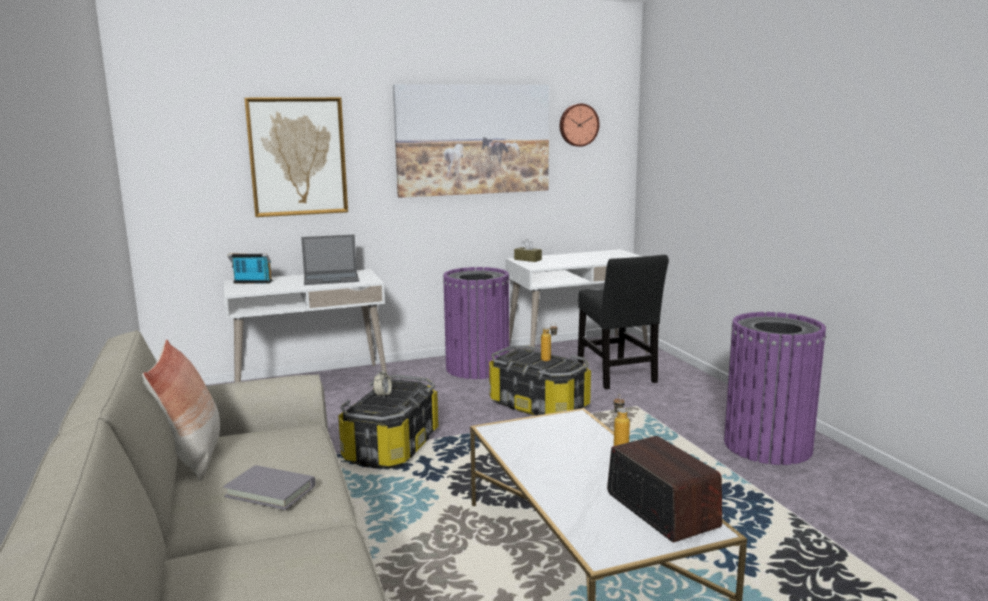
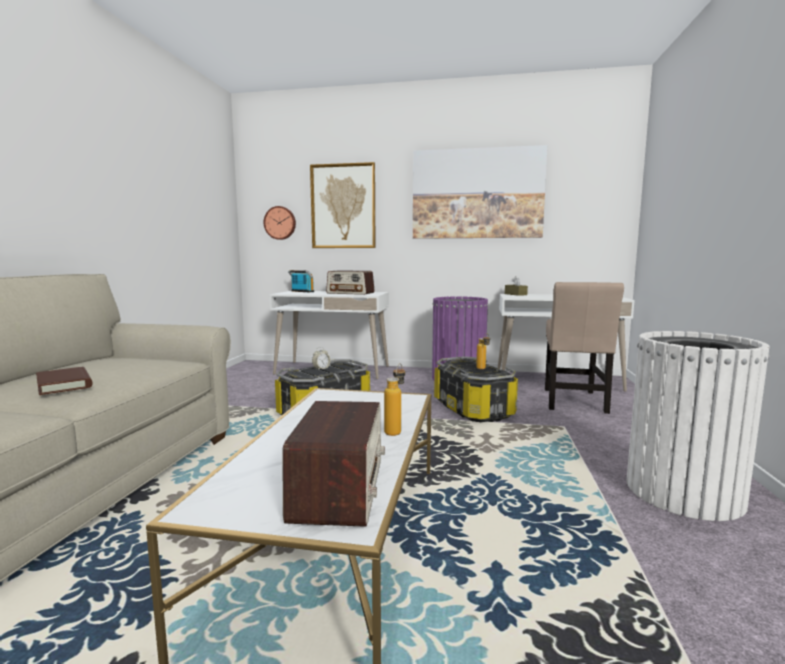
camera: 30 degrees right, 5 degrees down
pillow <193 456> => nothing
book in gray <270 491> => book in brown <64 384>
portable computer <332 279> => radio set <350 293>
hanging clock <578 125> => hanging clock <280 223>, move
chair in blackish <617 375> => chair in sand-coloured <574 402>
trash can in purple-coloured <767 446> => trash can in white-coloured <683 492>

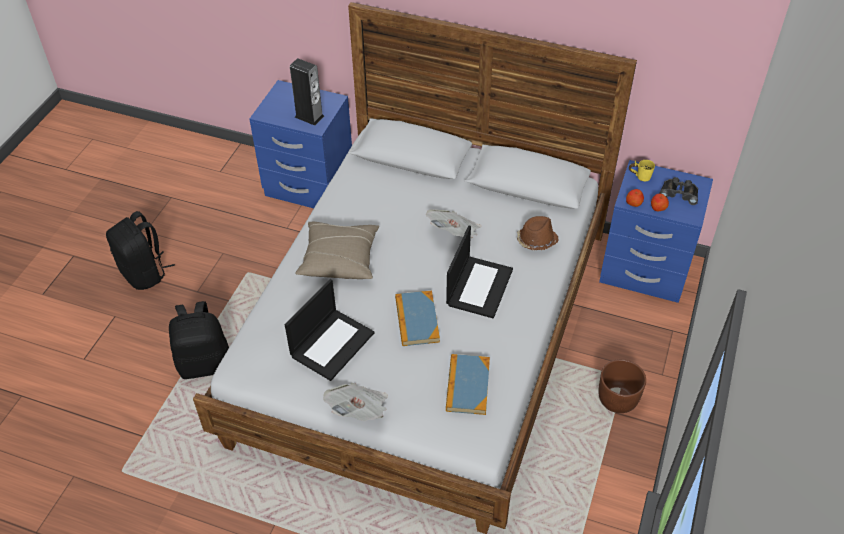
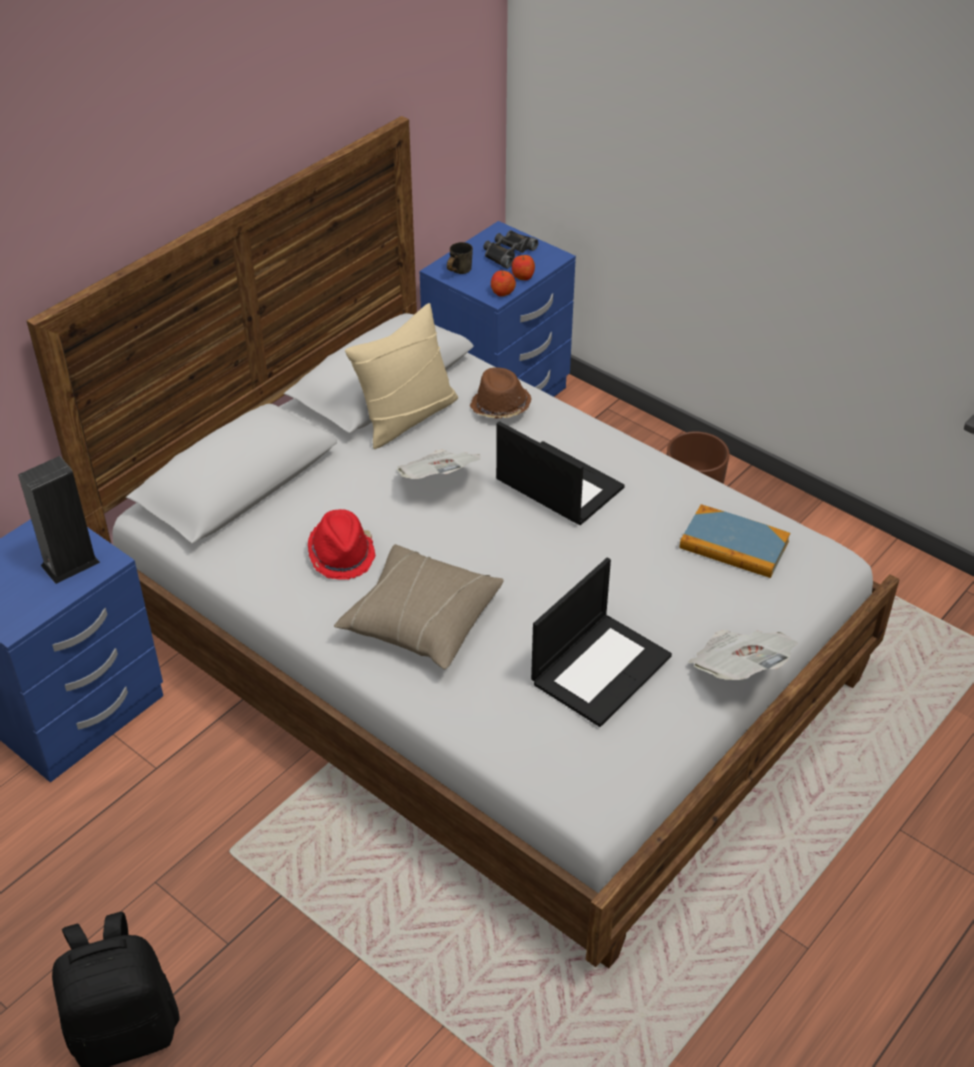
camera: 70 degrees left, 5 degrees down
knapsack in blackish <204 363> => nothing
portable computer <332 343> => portable computer <601 668>, 75 degrees clockwise
book <417 320> => nothing
mug in yellow <640 176> => mug in gray <456 272>
nothing => hat in red <342 554>
nothing => pillow in sand-coloured <406 417>

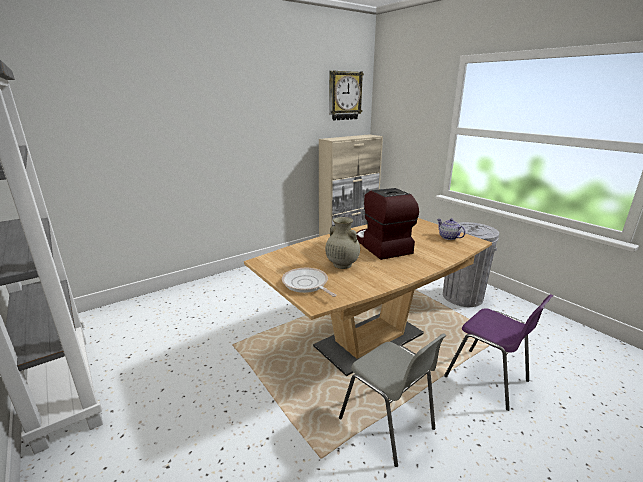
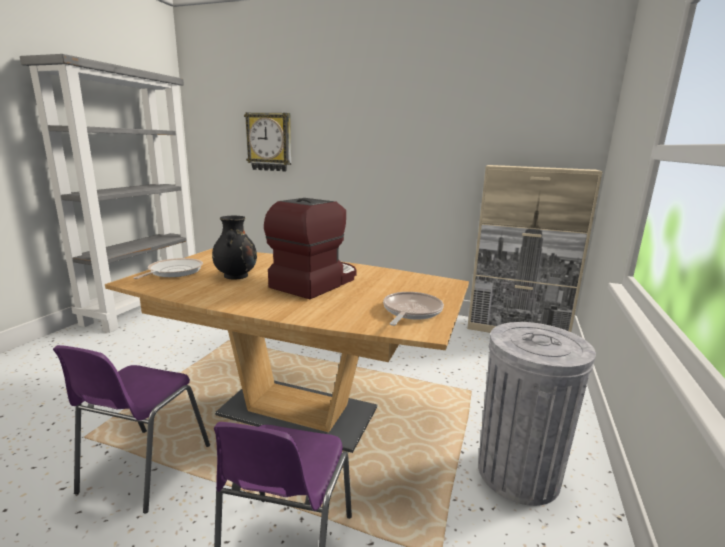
camera: 55 degrees right, 5 degrees down
flower vase in sand-coloured <341 264> => flower vase in blackish <236 275>
hanging clock <344 96> => hanging clock <269 142>, move
chair in gray <388 425> => chair in purple-coloured <143 470>
tea pot <449 237> => skillet <410 312>

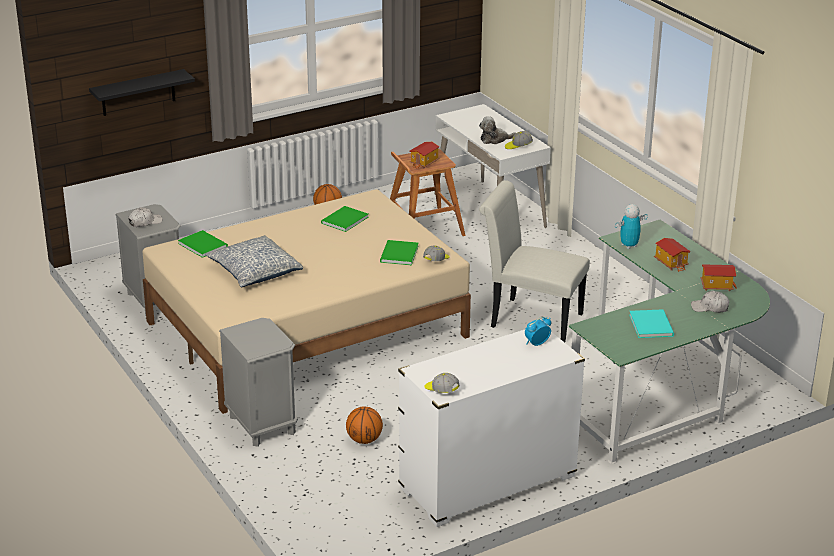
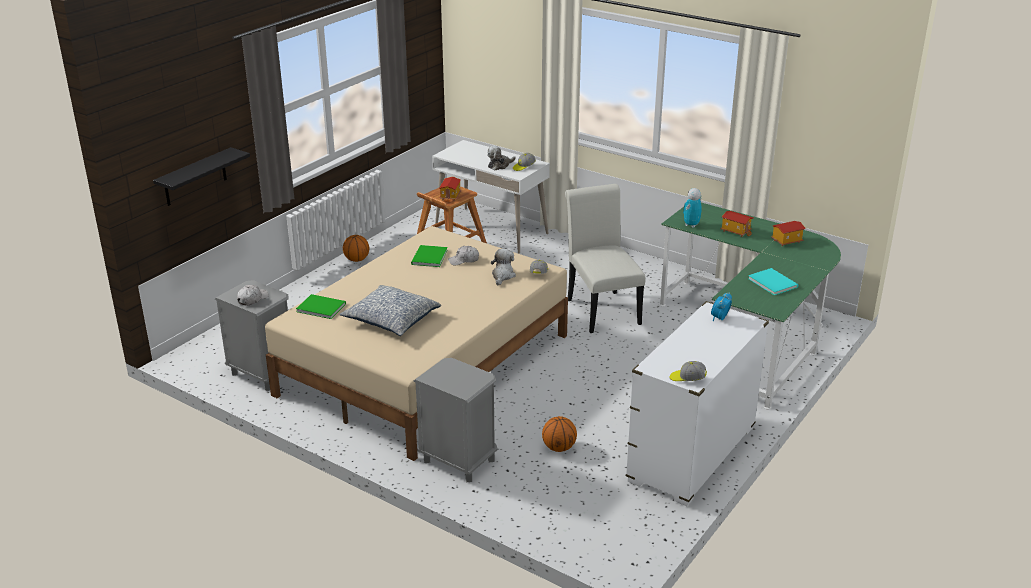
camera: 25 degrees left, 0 degrees up
book in greenish <398 254> => cuddly toy <502 276>
chair in white-coloured <530 319> => chair in white-coloured <601 309>, 75 degrees clockwise
peaked cap in white-coloured <710 308> => peaked cap in white-coloured <464 260>, move

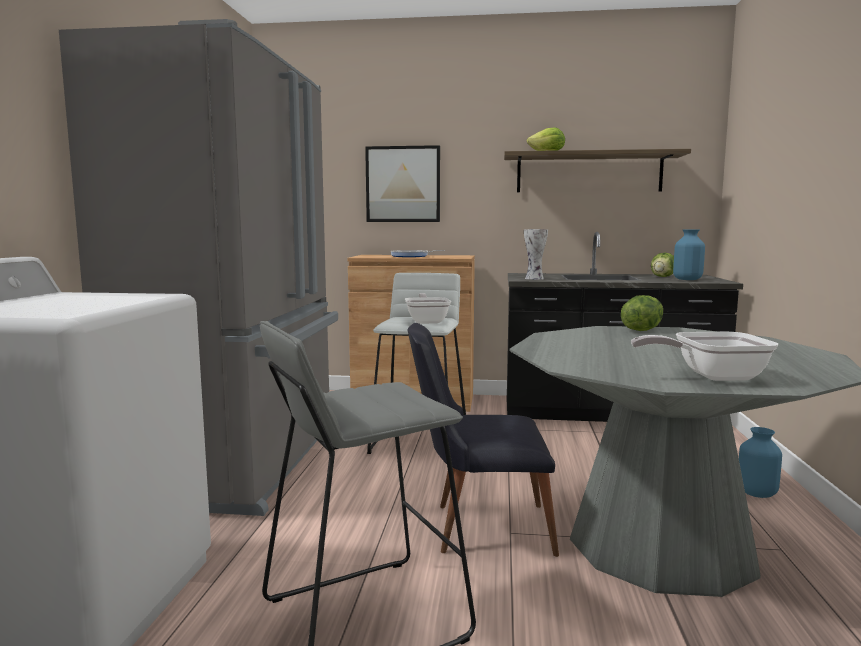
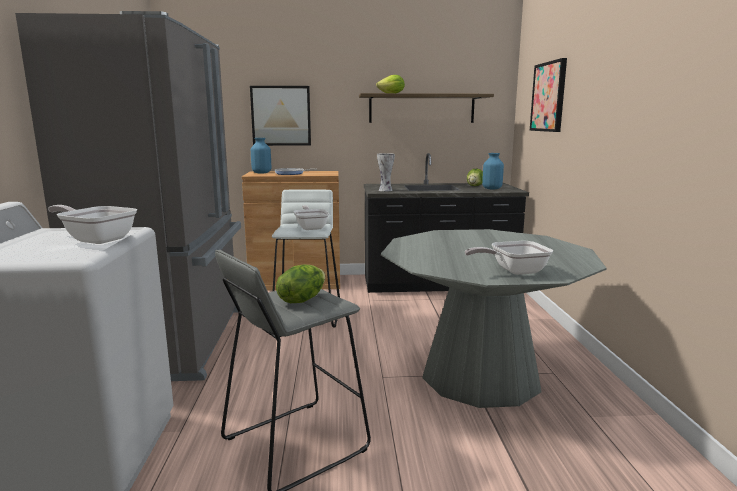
camera: 10 degrees left, 5 degrees up
chair in blackish <479 527> => nothing
lettuce <641 330> => lettuce <302 299>, move
flower vase in blue <757 493> => flower vase in blue <262 173>, move
nothing => skillet <97 239>
nothing => wall picture <549 97>

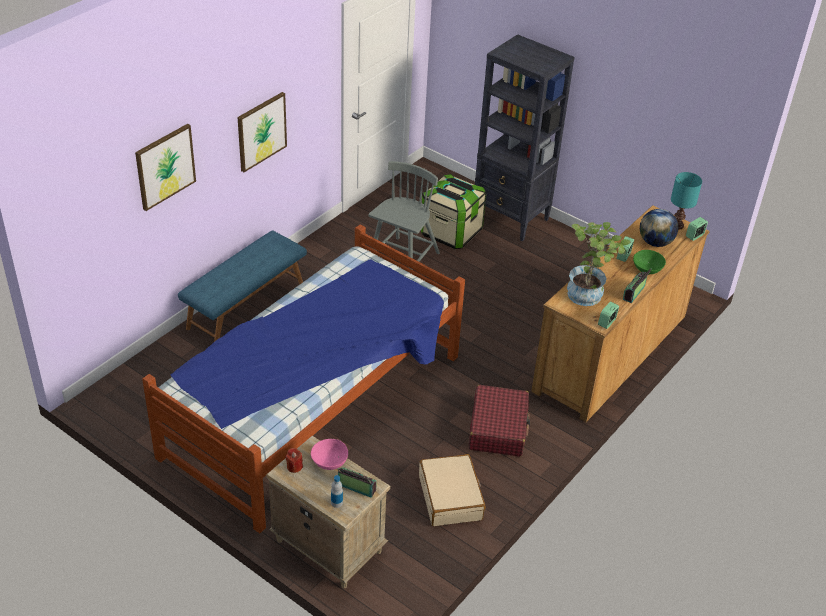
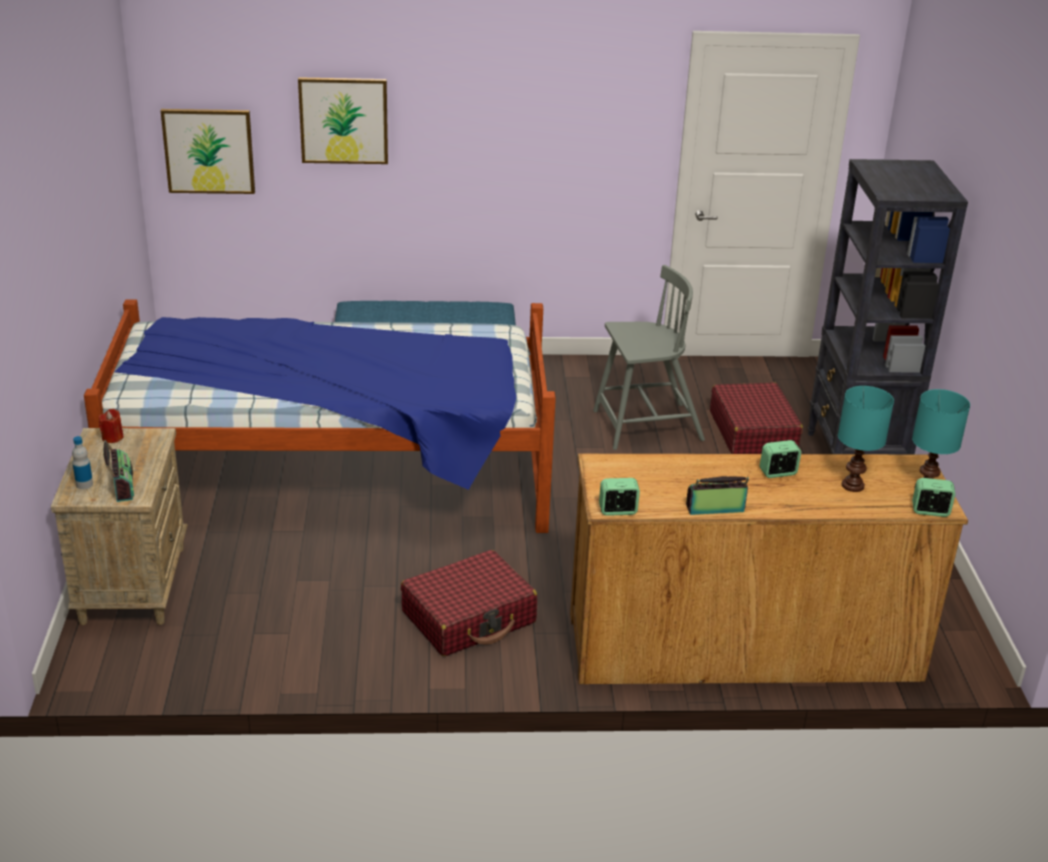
camera: 50 degrees right, 10 degrees down
wall picture <261 131> => wall picture <209 151>, move
deep dish in pink <329 462> => nothing
piece of luggage in sand-coloured <450 497> => nothing
storage bin <451 232> => piece of luggage in red <753 432>
potted plant <589 293> => nothing
deep dish in greenish <647 269> => nothing
desk globe <655 242> => lamp for a table in turquoise-coloured <853 486>

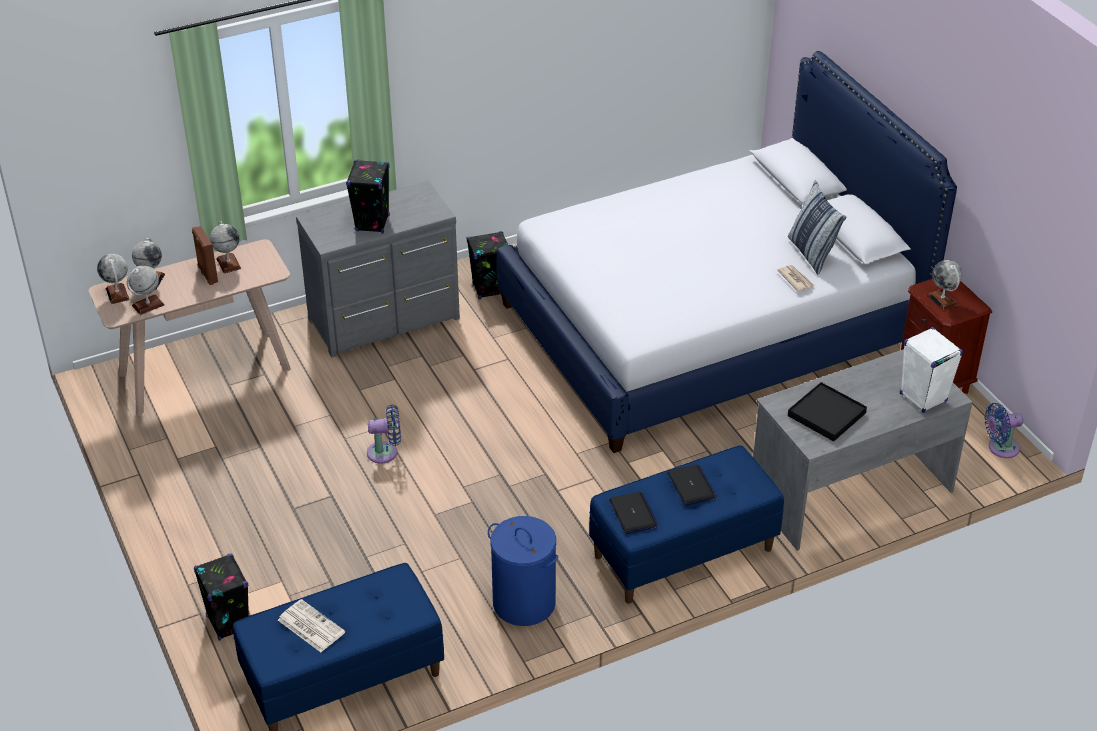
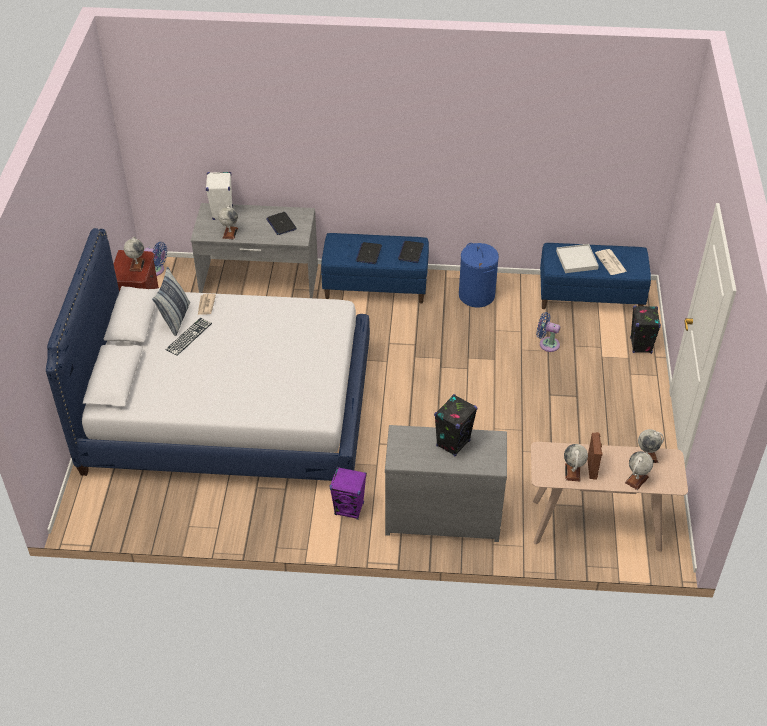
camera: 150 degrees left, 5 degrees up
desk globe <117 294> => desk globe <230 233>, move
cooling fan in blue <385 452> => cooling fan in blue <547 344>, move
audio speaker in blackish <489 289> => audio speaker in purple-coloured <349 509>
carrying tray in blackish <826 414> => portable computer <281 224>
nothing => keyboard <188 336>
nothing => carrying tray in white-coloured <576 260>

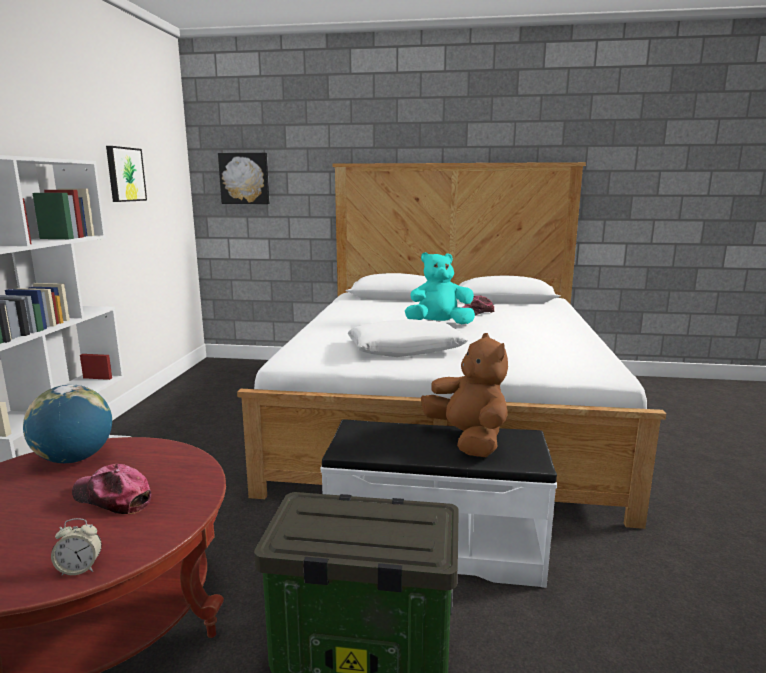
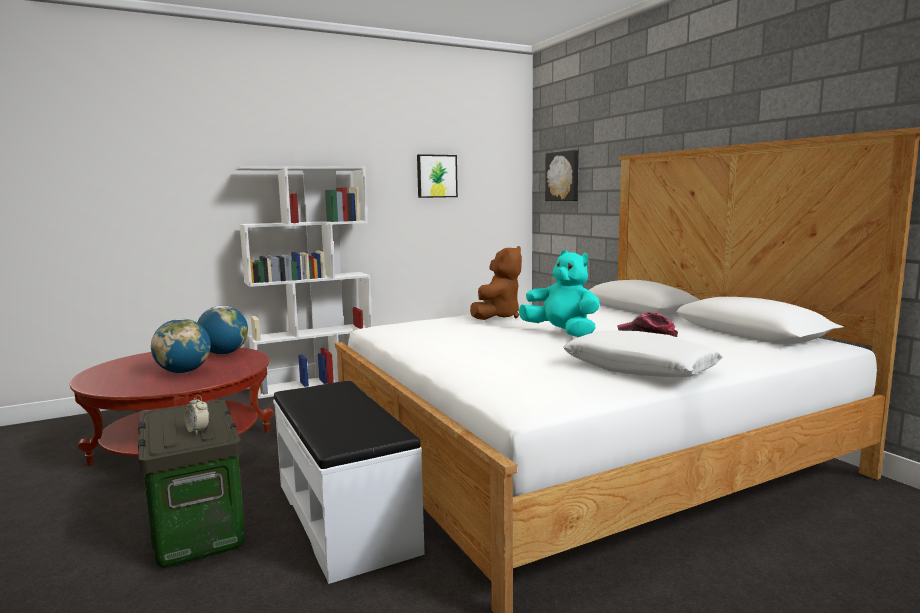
camera: 55 degrees right, 5 degrees down
table clock <80 568> => table clock <198 431>, move
peaked cap <112 498> => desk globe <184 372>
pillow in white-coloured <405 350> => pillow in white-coloured <639 369>, move
cuddly toy in brown <468 440> => cuddly toy in brown <497 316>, move

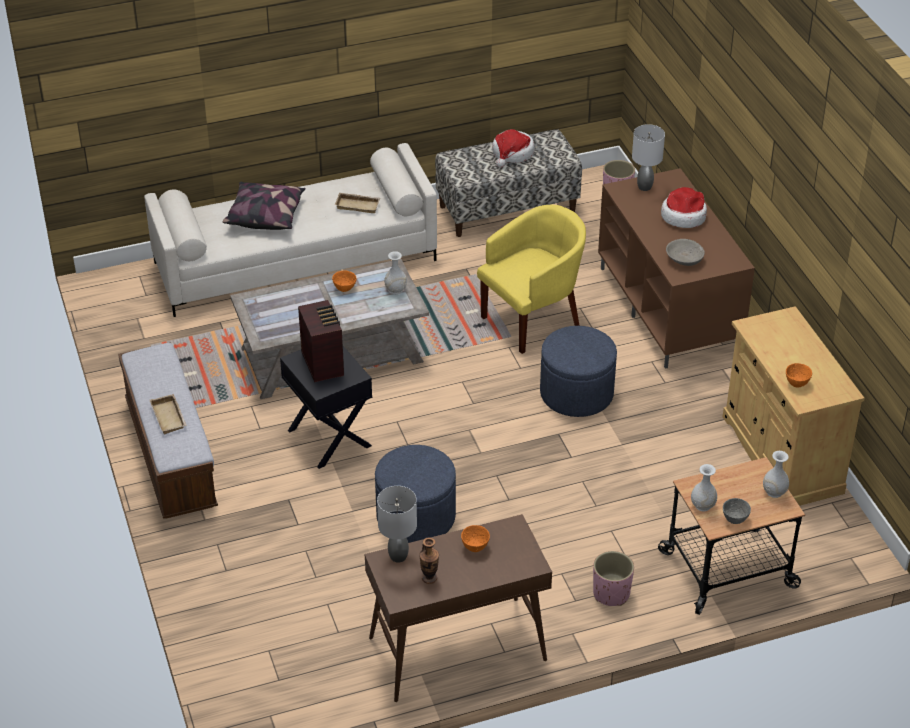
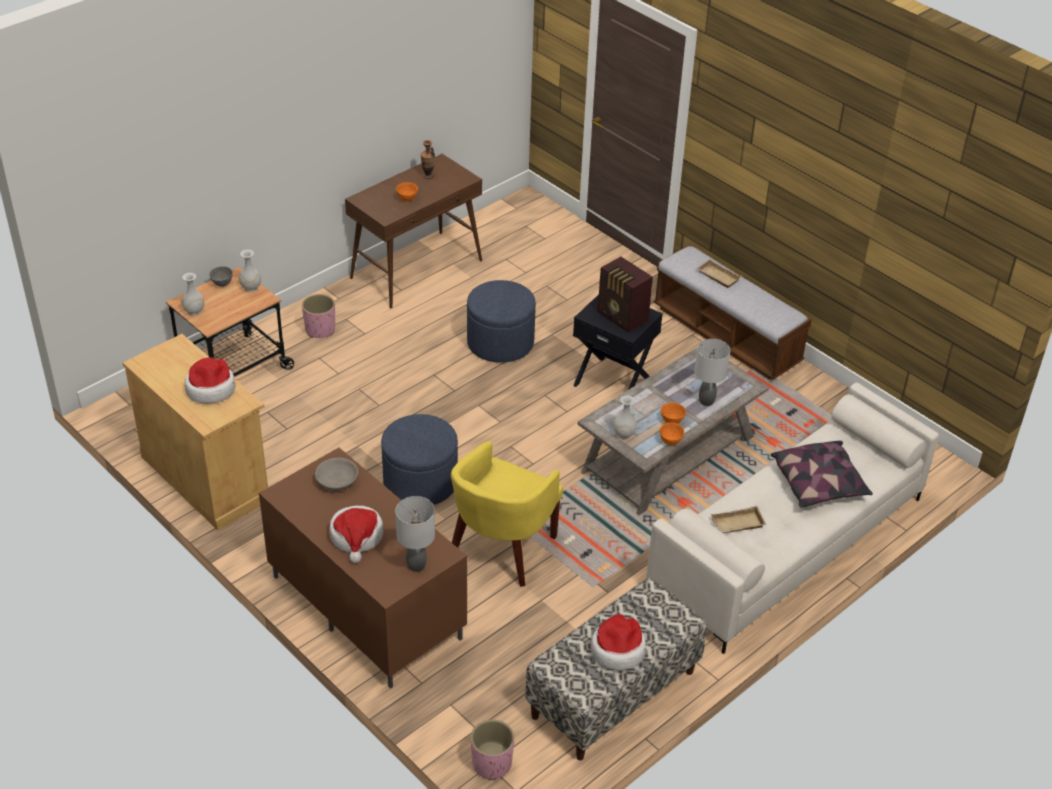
camera: 155 degrees right, 0 degrees up
lamp for a table in gray <397 556> => lamp for a table in gray <707 401>, move
deep dish in orange-coloured <796 383> => deep dish in orange-coloured <671 442>, move
nothing => hat <210 389>

